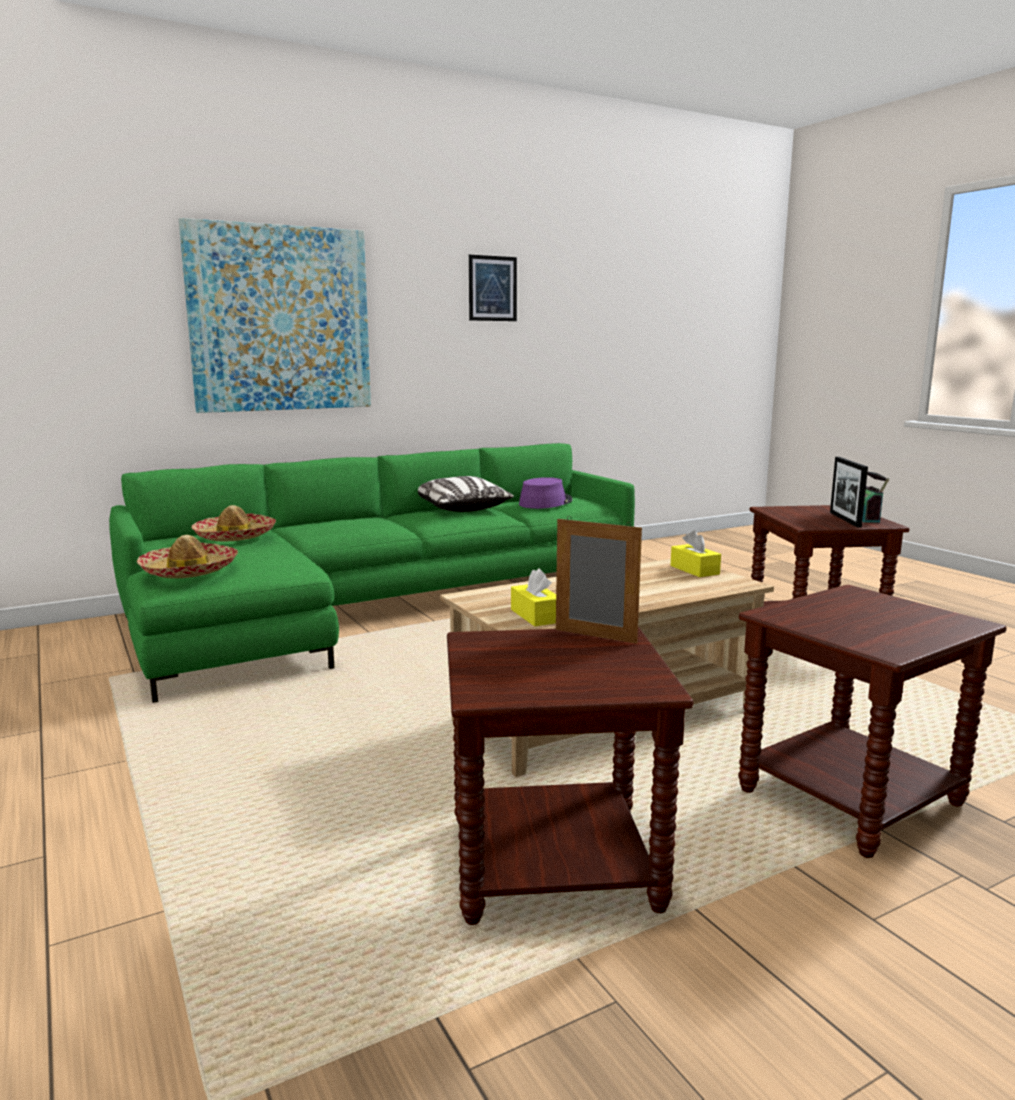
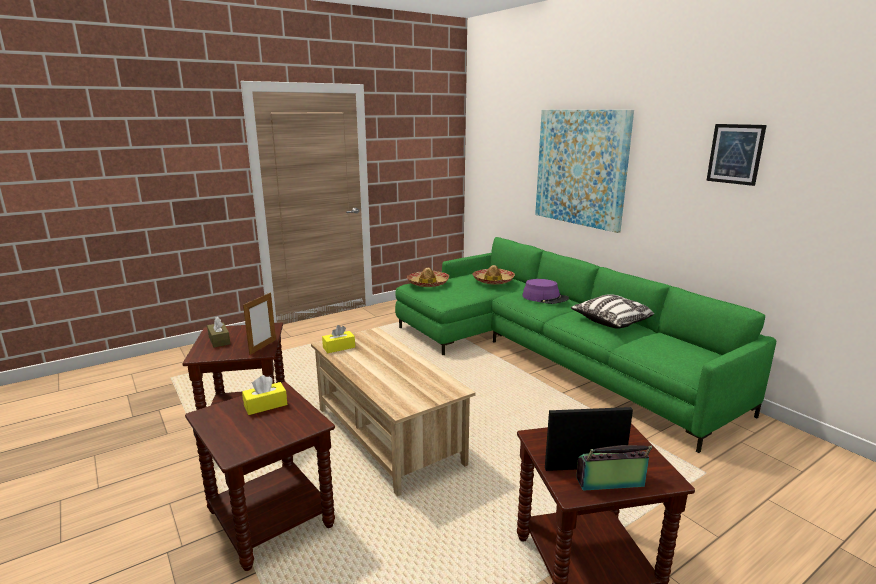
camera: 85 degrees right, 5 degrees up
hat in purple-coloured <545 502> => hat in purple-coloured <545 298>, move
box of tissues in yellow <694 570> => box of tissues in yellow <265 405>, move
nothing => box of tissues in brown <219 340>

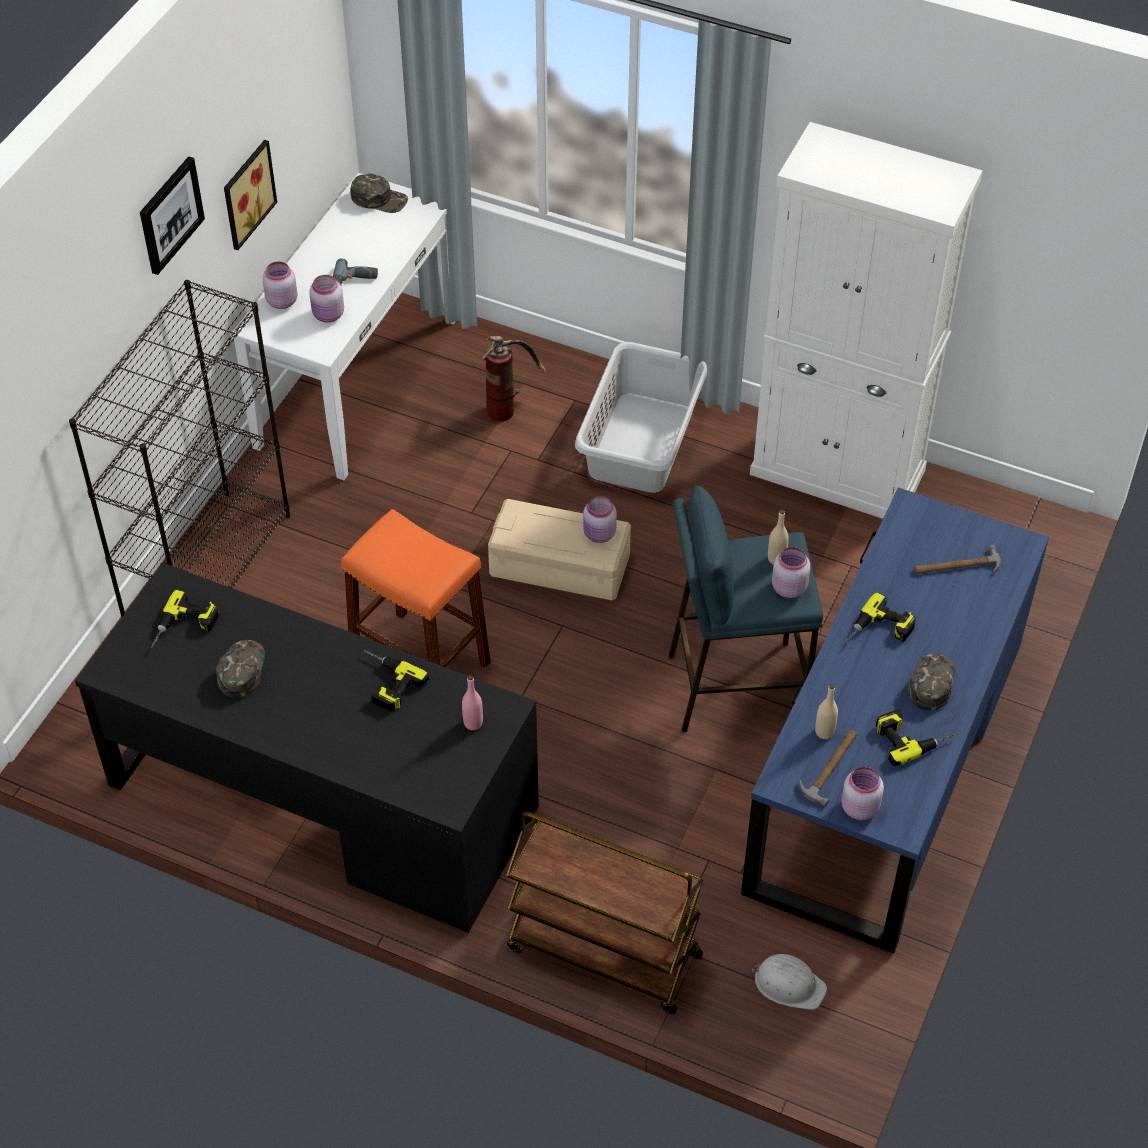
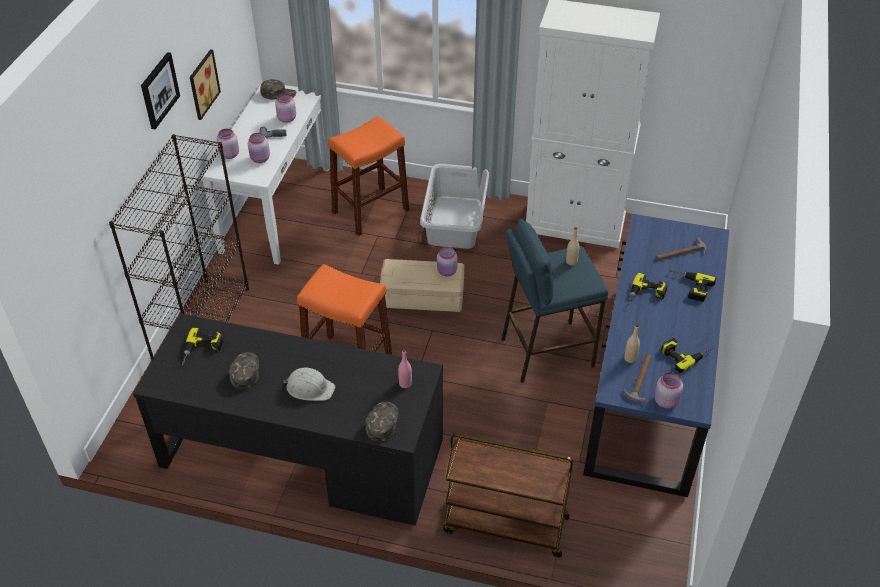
camera: 10 degrees left, 5 degrees down
electric drill <384 682> => electric drill <689 287>, move
extinguisher <508 405> => sitting stool in orange-coloured <370 211>
safety helmet in white-coloured <788 984> => safety helmet in white-coloured <309 388>, move
jar in pink <788 587> => jar in pink <286 118>, move
peaked cap in greenish <930 683> => peaked cap in greenish <382 422>, move

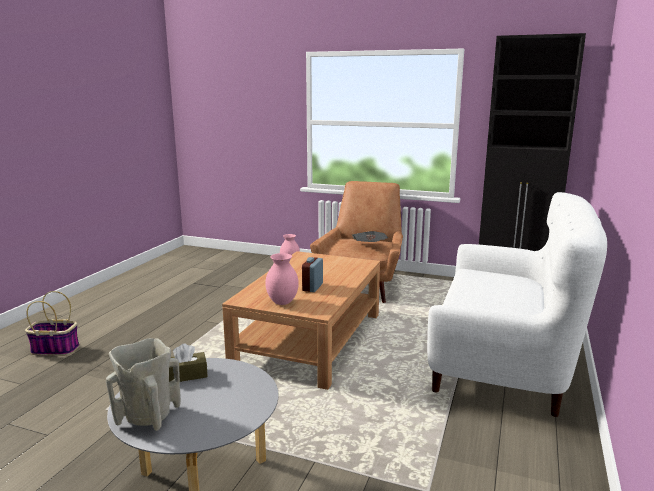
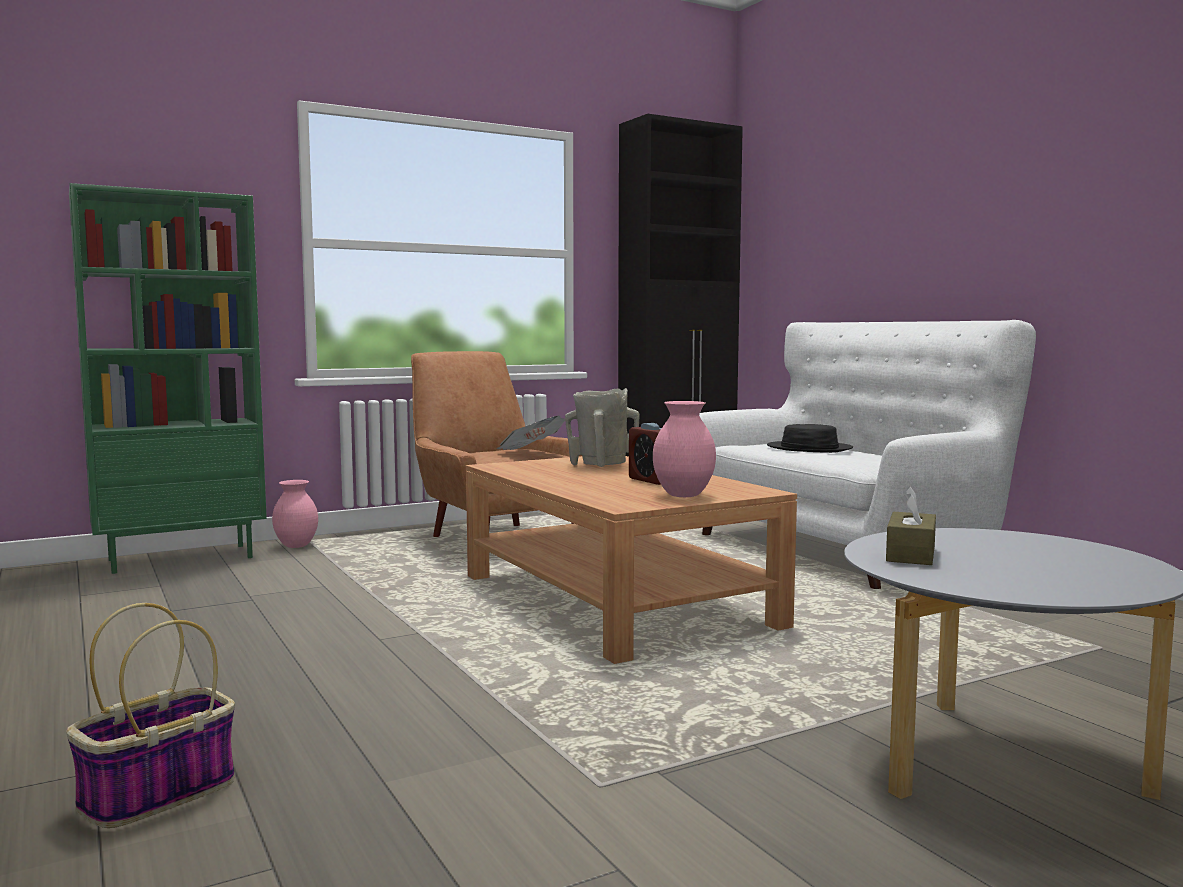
camera: 50 degrees left, 10 degrees down
flower vase in sand-coloured <148 415> => flower vase in sand-coloured <601 465>, move
nothing => shelving unit in greenish <182 558>
nothing => hat in blackish <809 448>

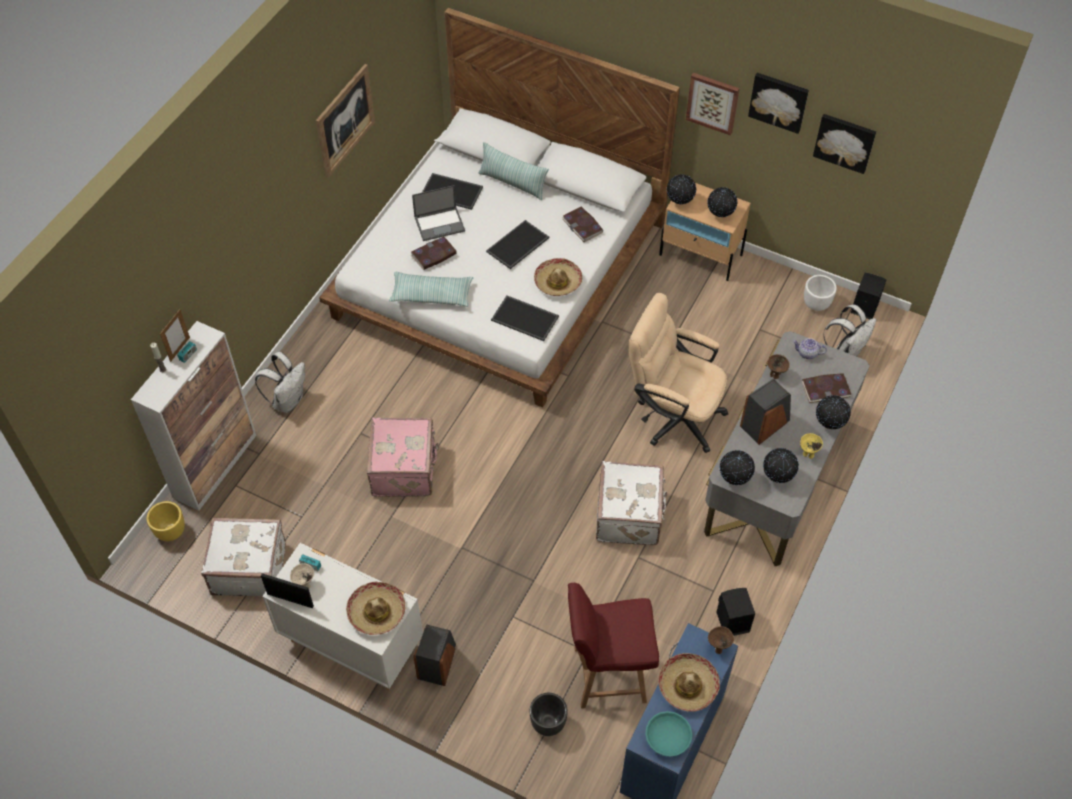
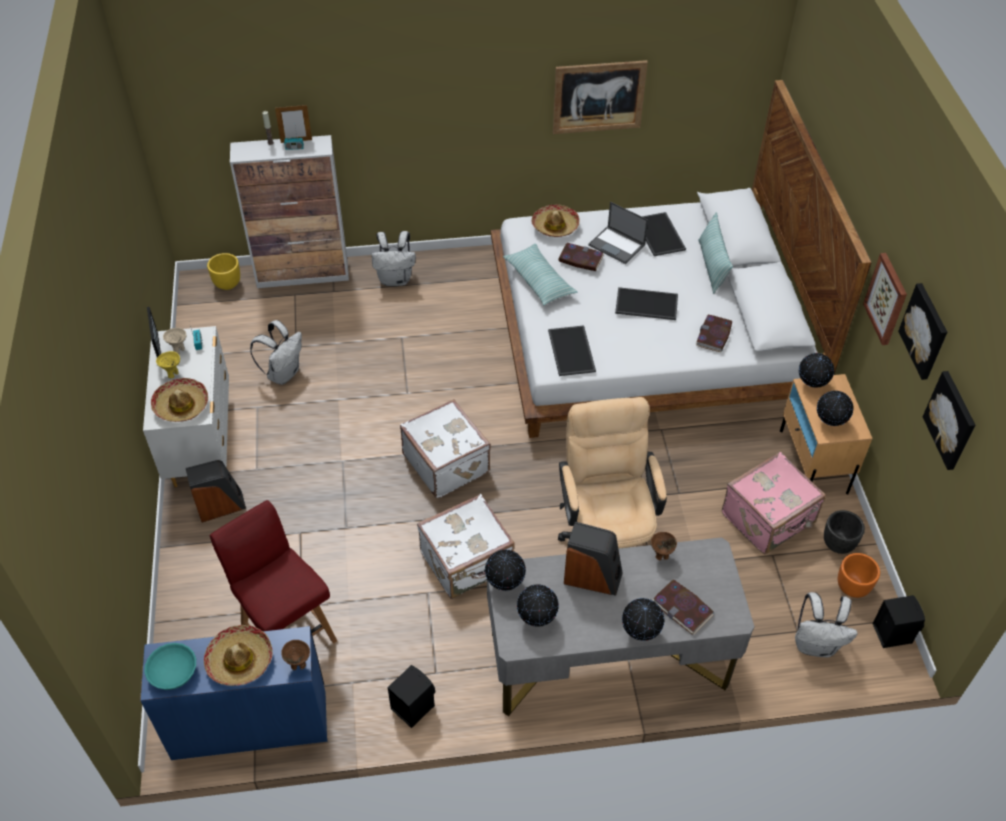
camera: 55 degrees right, 5 degrees down
piece of luggage in white-coloured <249 568> => piece of luggage in white-coloured <447 463>, move
piece of luggage in pink <405 469> => piece of luggage in pink <769 519>, move
planter in blackish <548 723> => planter in blackish <838 544>, move
hat <558 282> => hat <555 226>, move
tea pot <807 353> => nothing
deep dish in yellow <808 454> => deep dish in yellow <172 373>, move
planter in white-coloured <816 304> => planter in orange-coloured <852 587>
nothing => knapsack in white-coloured <283 373>

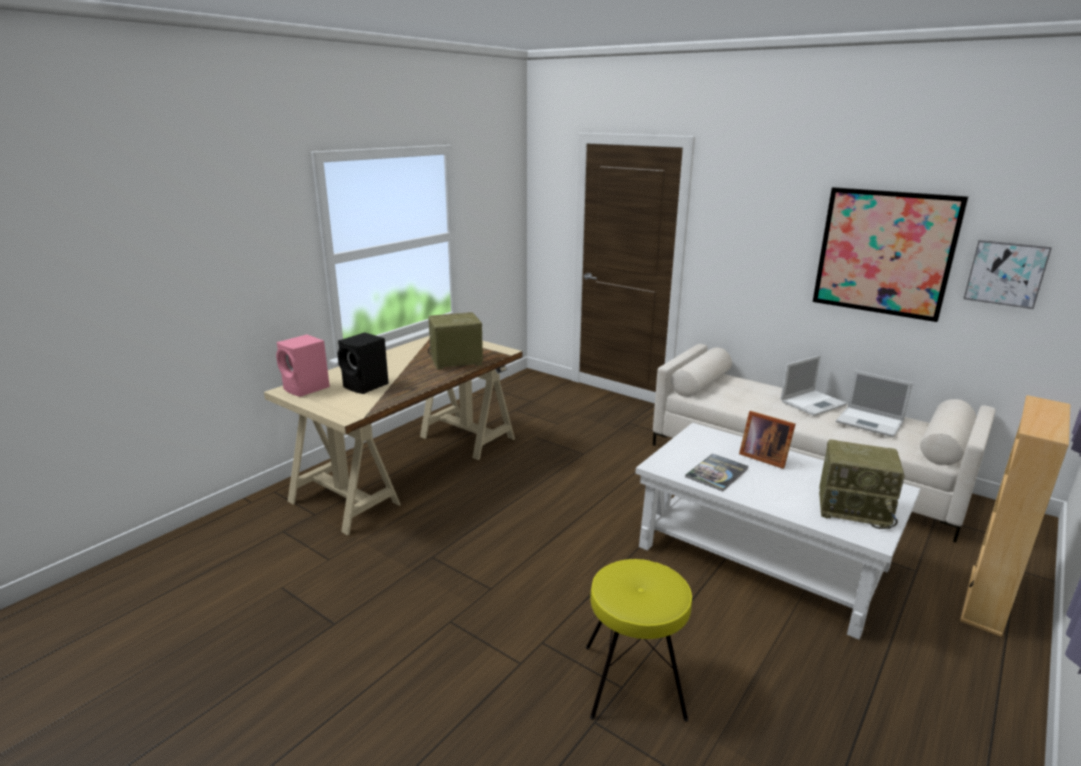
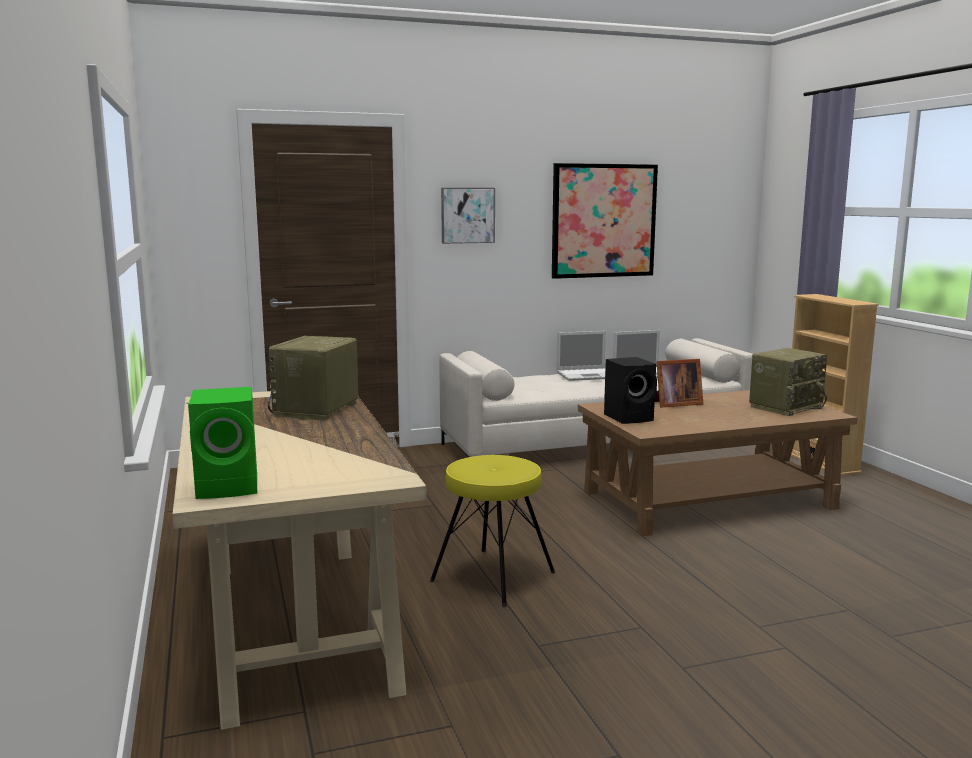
camera: 55 degrees left, 10 degrees down
audio speaker in pink <307 389> => audio speaker in greenish <230 486>
audio speaker in blackish <366 386> => audio speaker in blackish <630 418>, move
sitting stool in yellow <634 682> => sitting stool in yellow <494 576>, move
lounge table in white-coloured <762 557> => lounge table in brown <708 499>
book <717 473> => nothing
portable computer <813 403> => portable computer <587 375>, 75 degrees clockwise
wall picture <1006 273> => wall picture <467 215>, move

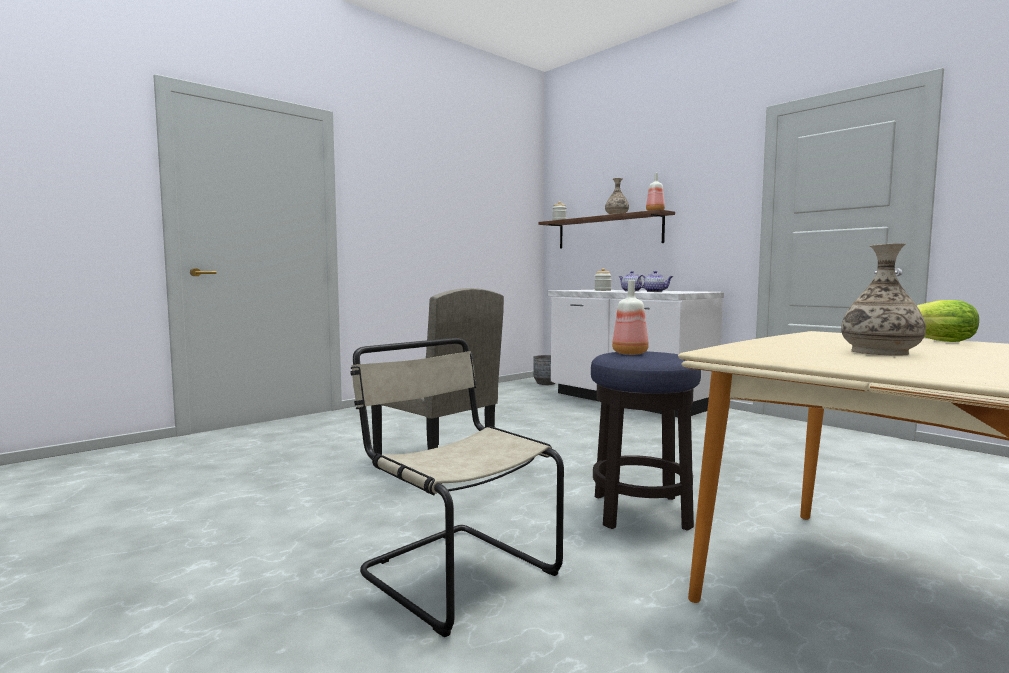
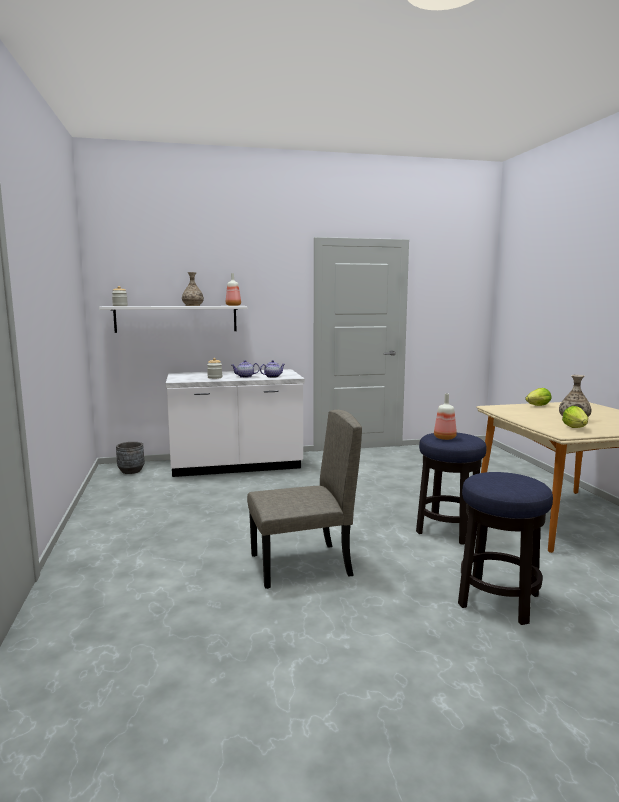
camera: 60 degrees left, 5 degrees up
chair in sand-coloured <453 572> => sitting stool <498 600>
wall shelf in brown <608 232> => wall shelf in white-coloured <176 319>
nothing => lettuce <576 428>

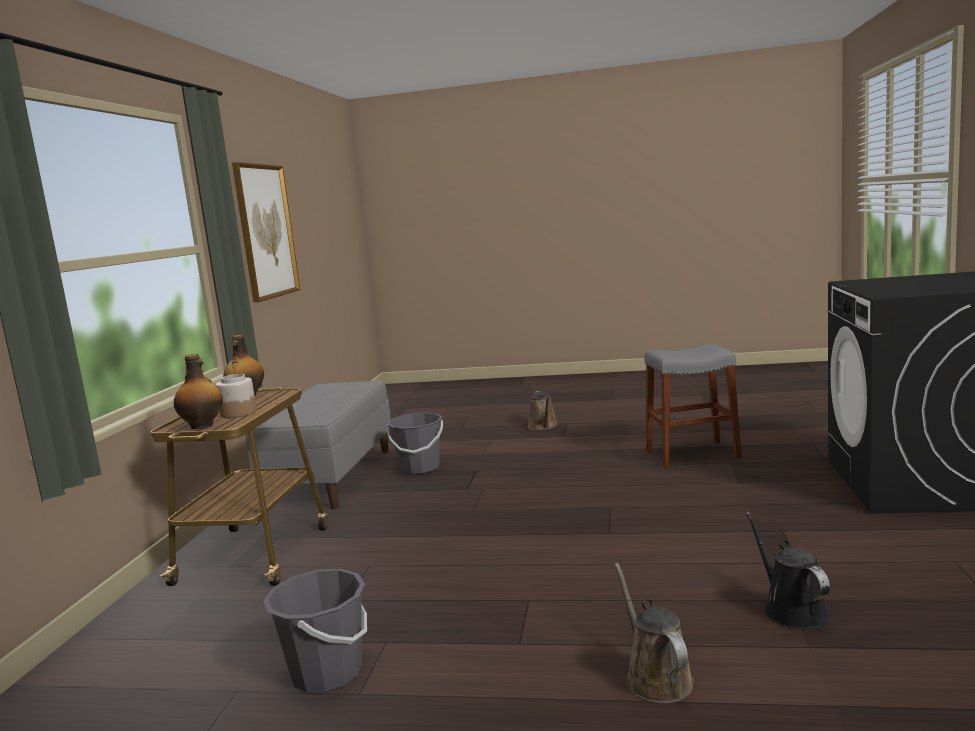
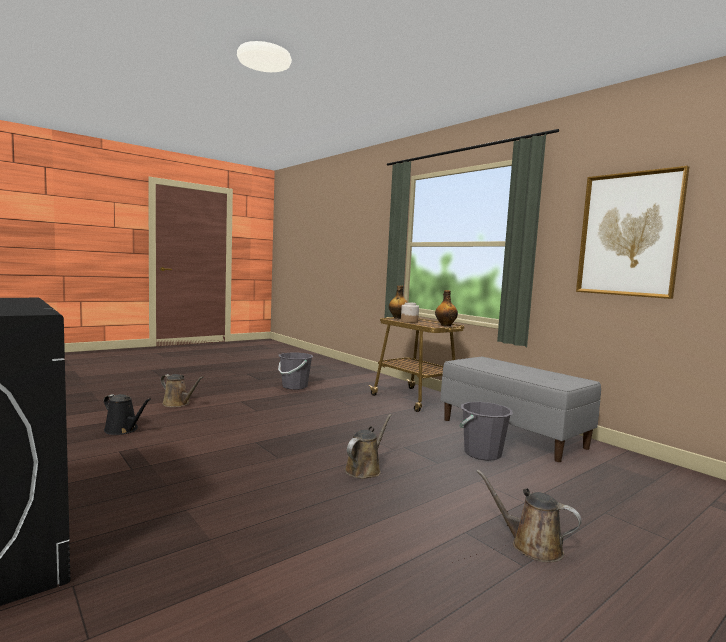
camera: 130 degrees right, 5 degrees down
sitting stool in gray <692 454> => nothing
nothing => sprinkling can in brown <365 469>

